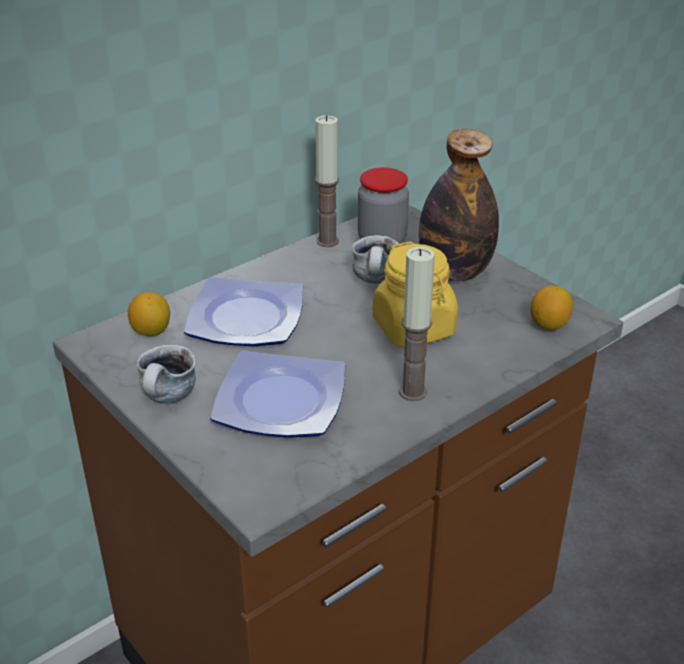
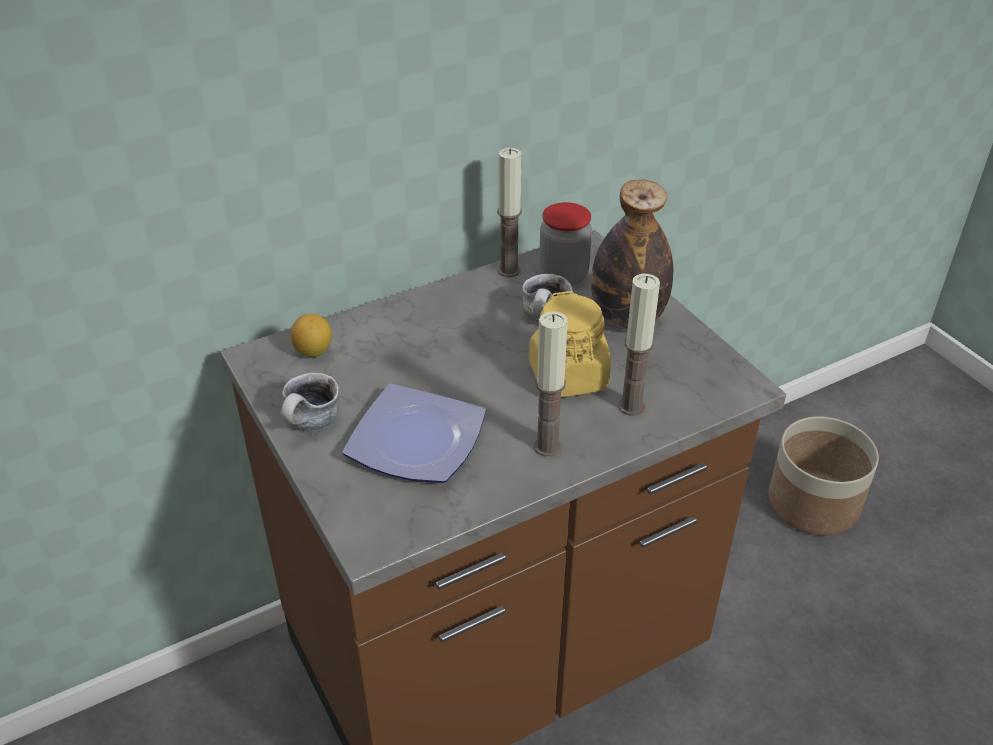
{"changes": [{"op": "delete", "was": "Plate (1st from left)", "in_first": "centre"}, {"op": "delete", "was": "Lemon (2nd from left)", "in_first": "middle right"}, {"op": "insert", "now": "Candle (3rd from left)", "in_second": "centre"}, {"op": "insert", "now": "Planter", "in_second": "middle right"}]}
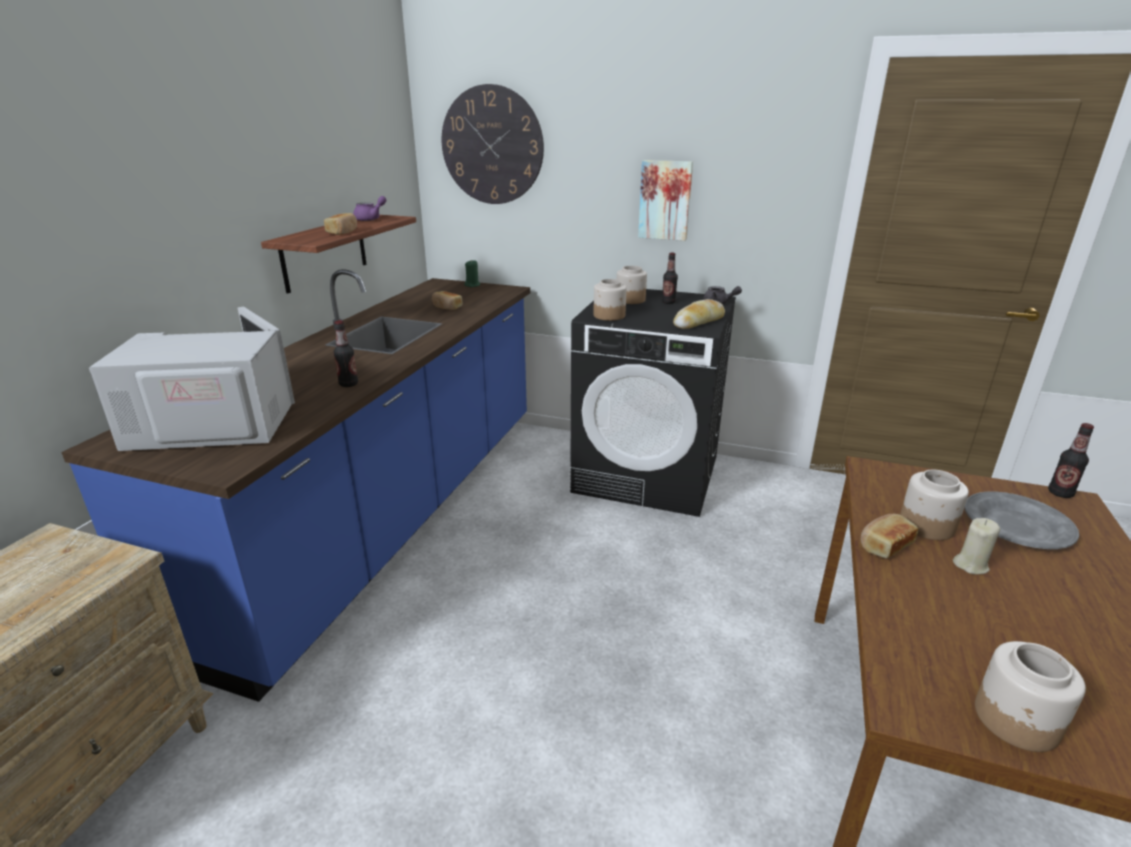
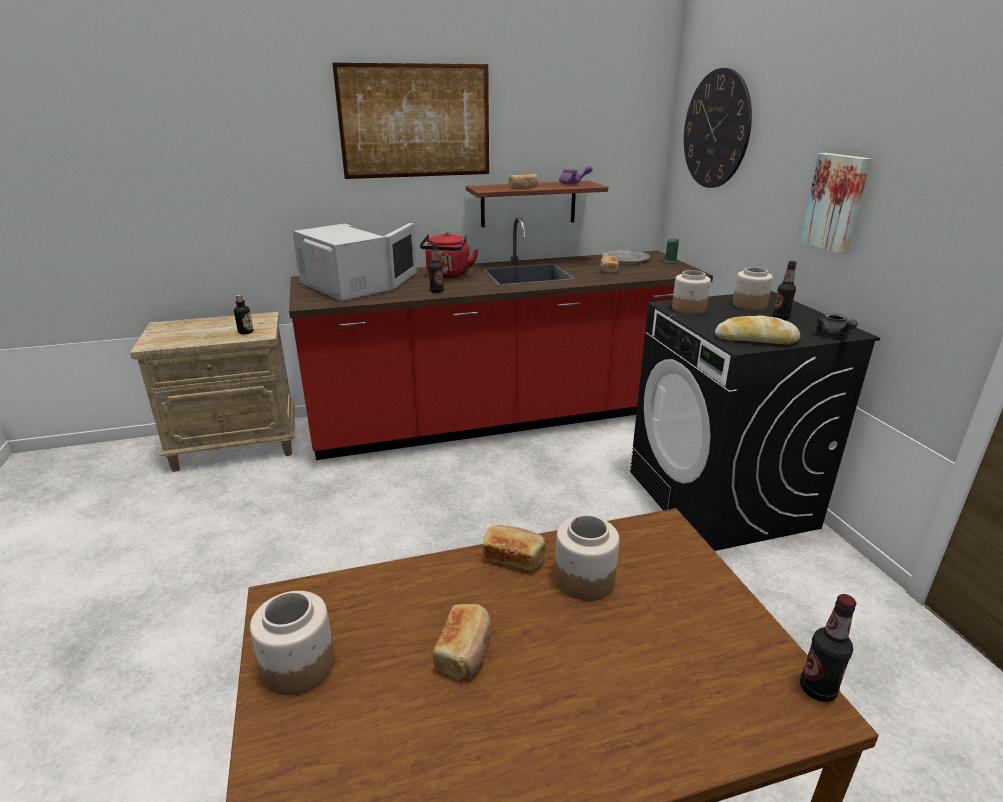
{"changes": [{"op": "delete", "was": "BeigeCandle", "in_first": "middle right"}, {"op": "insert", "now": "Bottle (1st from left)", "in_second": "middle left"}, {"op": "insert", "now": "Picture (1st from left)", "in_second": "top centre"}, {"op": "insert", "now": "RedKettle", "in_second": "top centre"}, {"op": "insert", "now": "Bread (1st from left)", "in_second": "bottom centre"}, {"op": "move", "was": "GreyPlate", "in_first": "middle right", "in_second": "top centre"}, {"op": "recolor", "was": "BlueCounter", "now": "RedCounter", "in_first": "middle left", "in_second": "centre"}]}
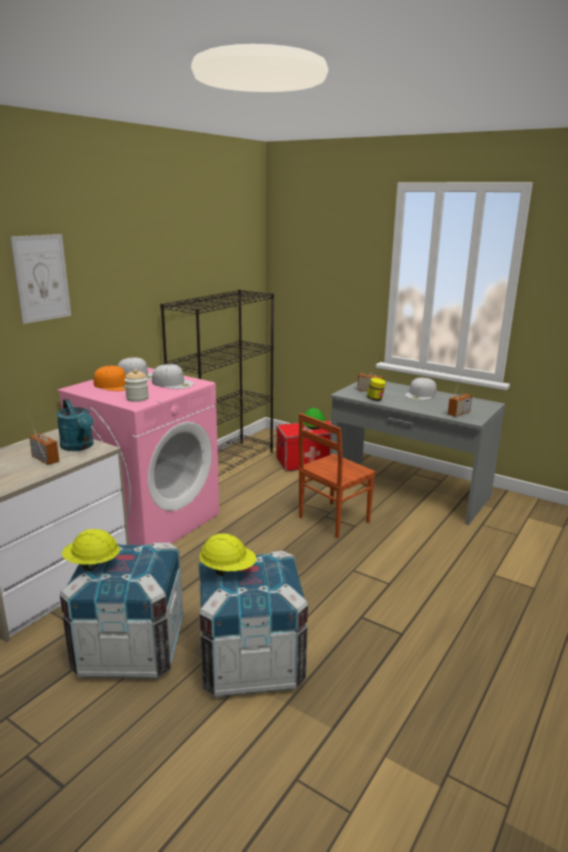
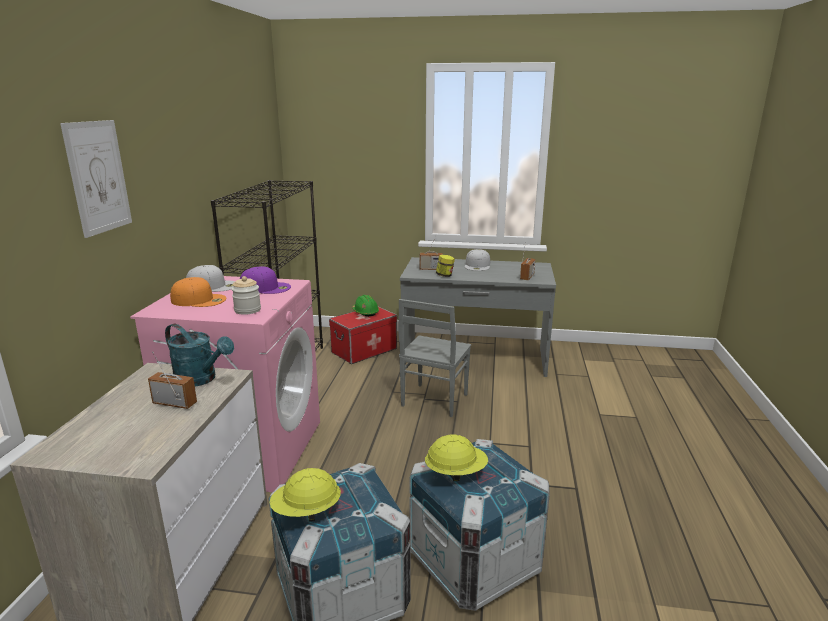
{"changes": [{"op": "recolor", "was": "WhiteCap (2nd from left)", "now": "PurpleCap", "in_first": "middle left", "in_second": "middle left"}, {"op": "recolor", "was": "BrownChair", "now": "GreyChair", "in_first": "centre", "in_second": "centre"}]}
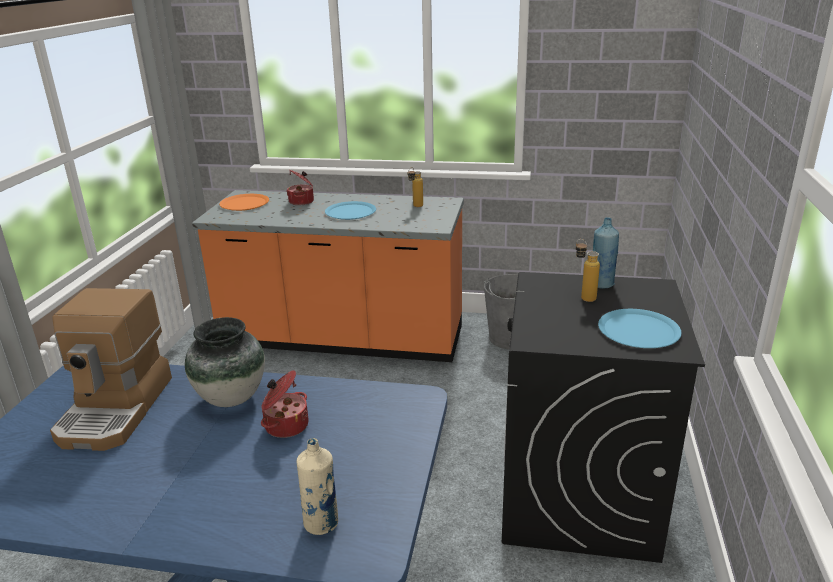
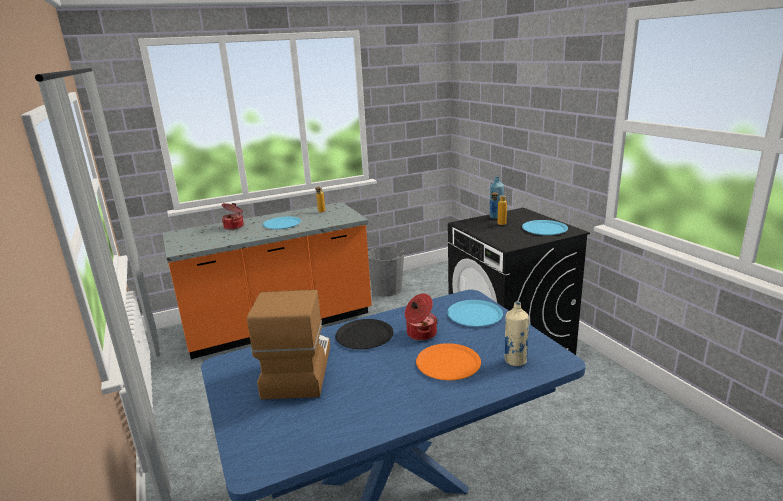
{"changes": [{"op": "insert", "now": "BluePlate (2nd from left)", "in_second": "centre"}, {"op": "move", "was": "OrangePlate", "in_first": "middle left", "in_second": "bottom centre"}, {"op": "replace", "was": "Vase", "now": "BlackPlate", "in_first": "middle left", "in_second": "bottom centre"}, {"op": "rotate", "was": "CoffeeMachine", "in_first": "middle left", "in_second": "bottom centre", "clockwise": -150}]}
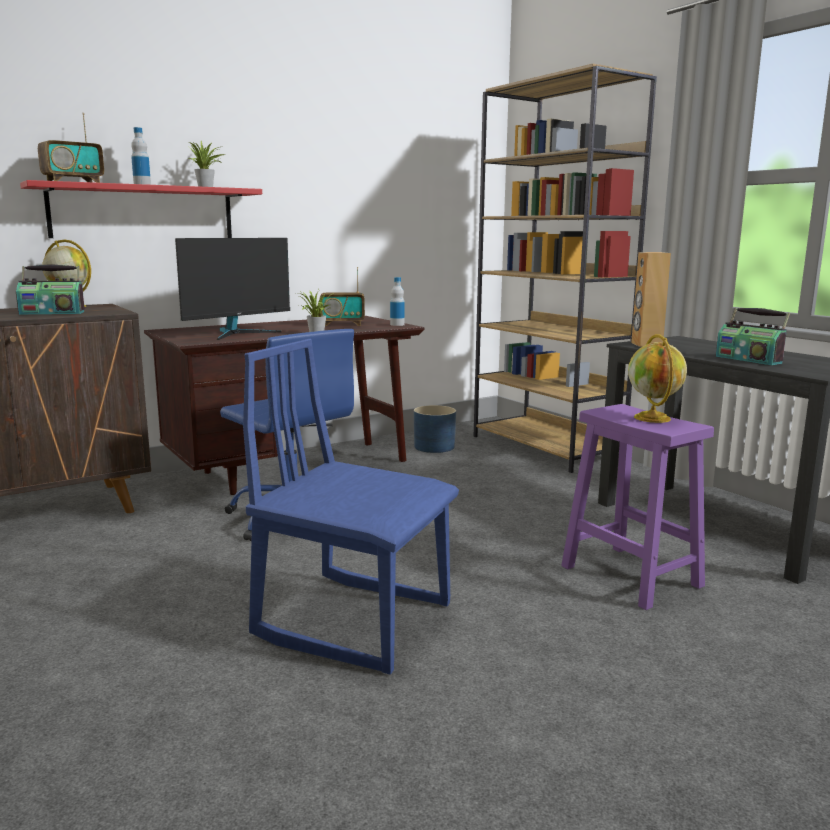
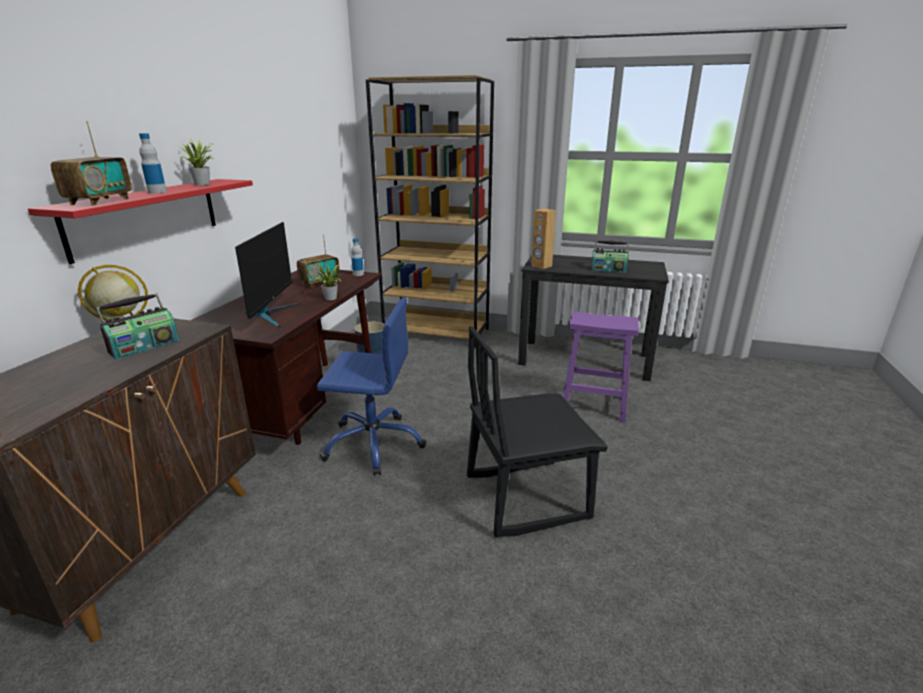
{"changes": [{"op": "delete", "was": "Globe (2nd from left)", "in_first": "middle right"}, {"op": "recolor", "was": "BlueChair", "now": "BlackChair", "in_first": "centre", "in_second": "centre"}]}
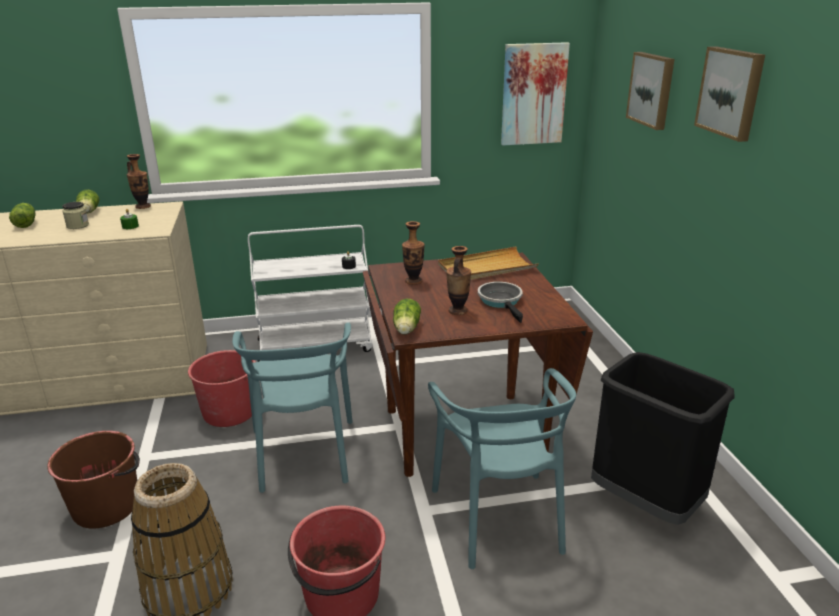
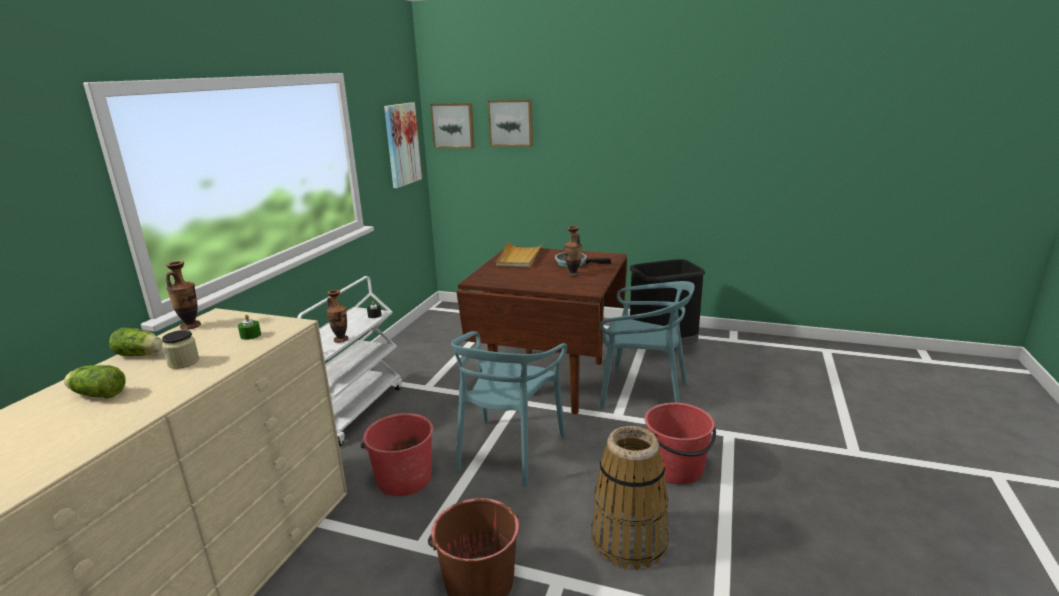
{"changes": [{"op": "delete", "was": "Lettuce (3rd from left)", "in_first": "centre"}, {"op": "move", "was": "Vase (2nd from left)", "in_first": "centre", "in_second": "middle left"}, {"op": "move", "was": "Picture (3rd from left in the first image)", "now": "Picture (2nd from left)", "in_first": "top right", "in_second": "top centre"}, {"op": "rotate", "was": "TurquoiseChair (1st from left)", "in_first": "centre", "in_second": "bottom centre", "clockwise": 90}]}
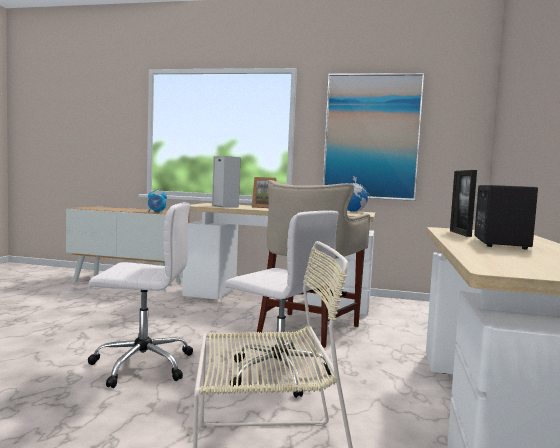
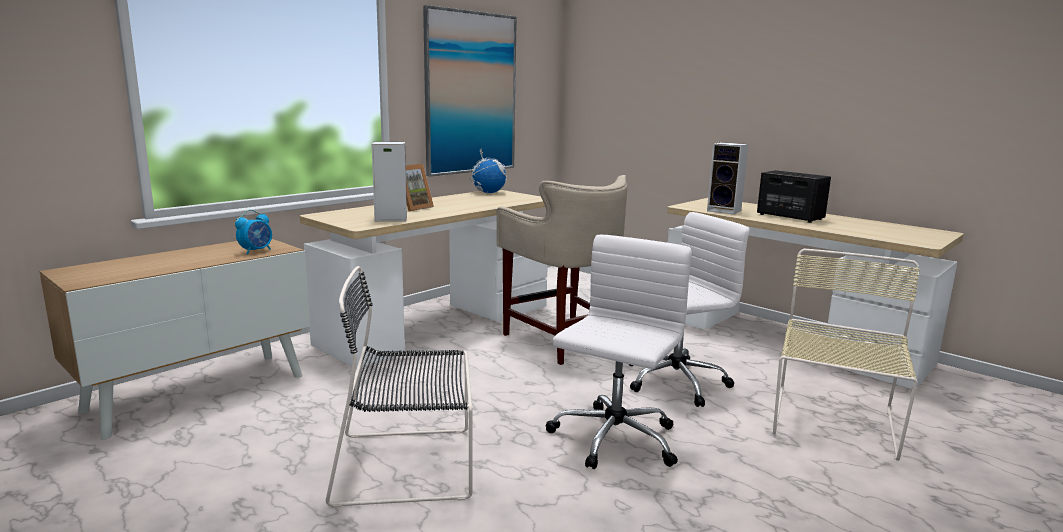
{"changes": [{"op": "insert", "now": "BlackChair", "in_second": "bottom centre"}, {"op": "replace", "was": "PictureFrame (2nd from left)", "now": "Speaker (2nd from left)", "in_first": "middle right", "in_second": "middle right"}]}
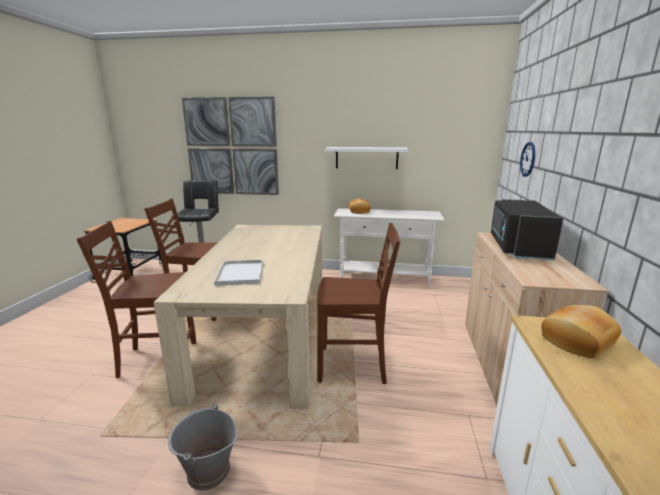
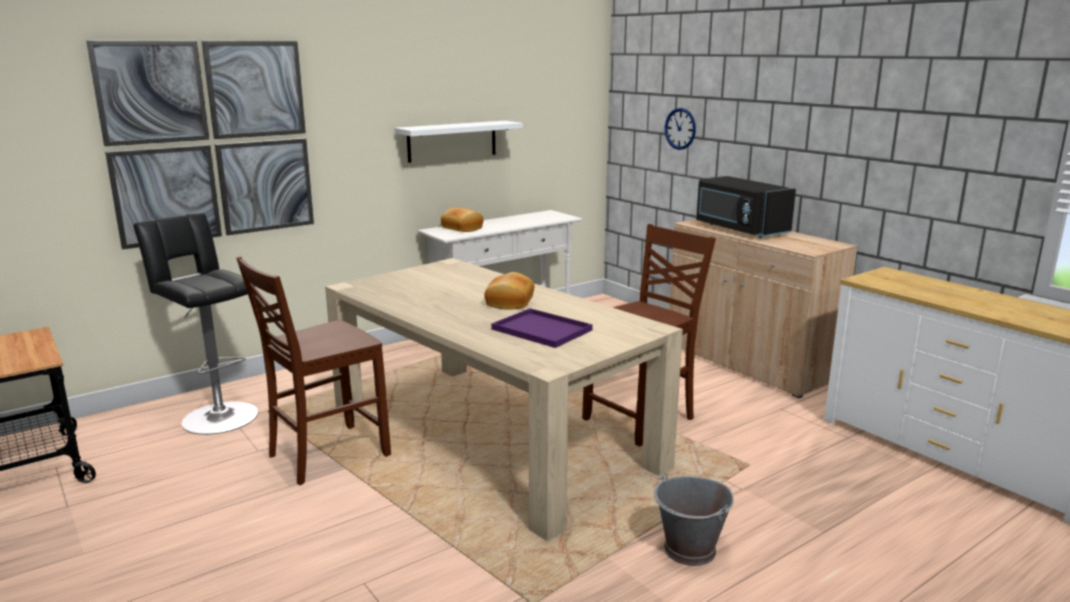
{"changes": [{"op": "delete", "was": "BrownChair (1st from left)", "in_first": "middle left"}, {"op": "move", "was": "Bread (2nd from left)", "in_first": "bottom right", "in_second": "centre"}, {"op": "recolor", "was": "WhiteTray", "now": "PurpleTray", "in_first": "centre", "in_second": "centre"}]}
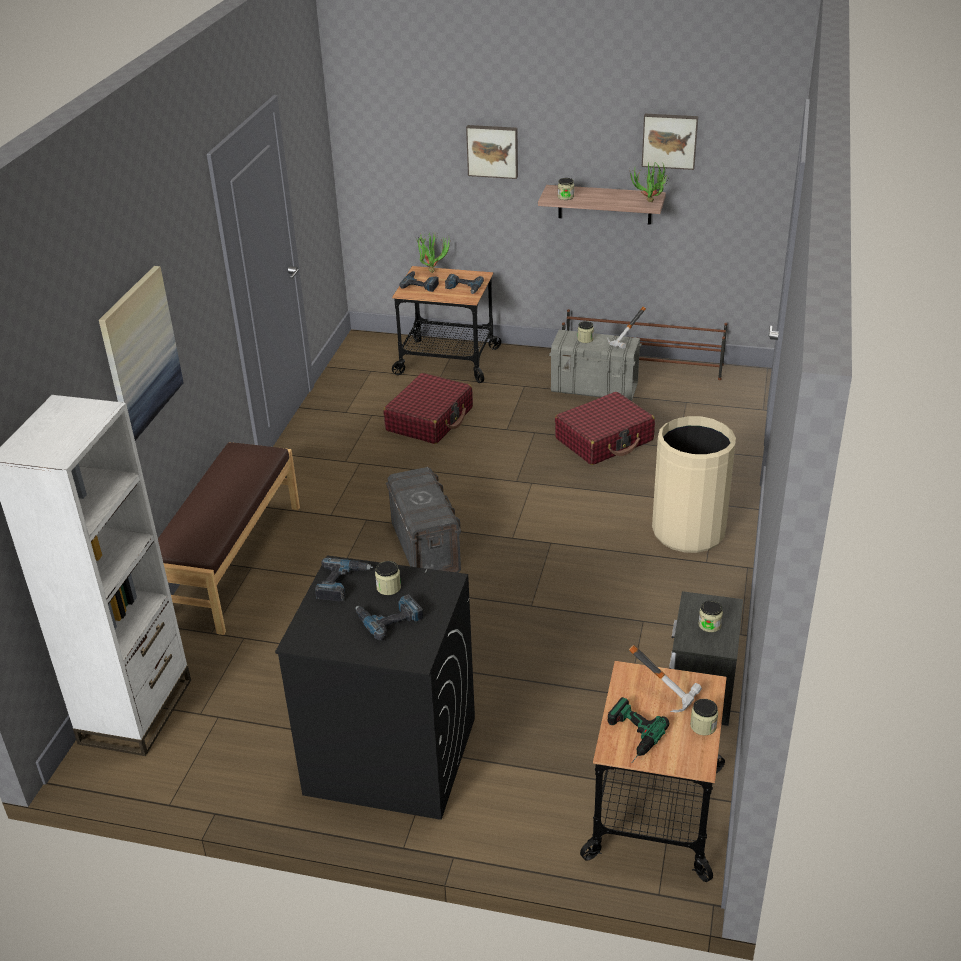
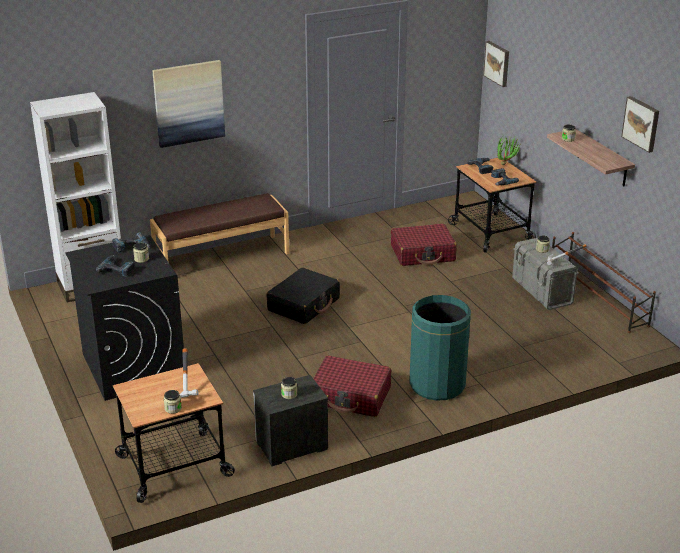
{"changes": [{"op": "delete", "was": "PowerDrill (5th from left)", "in_first": "bottom centre"}, {"op": "delete", "was": "PottedPlant (2nd from left)", "in_first": "top right"}, {"op": "move", "was": "Picture (2nd from left)", "in_first": "top centre", "in_second": "top right"}, {"op": "move", "was": "RedSuitcase (2nd from left in the first image)", "now": "RedSuitcase (1st from left)", "in_first": "centre", "in_second": "bottom centre"}, {"op": "replace", "was": "GreyStorageBox (1st from left)", "now": "BlackSuitcase", "in_first": "centre", "in_second": "centre"}, {"op": "recolor", "was": "BeigeTrashCan", "now": "GreenTrashCan", "in_first": "middle right", "in_second": "centre"}]}
